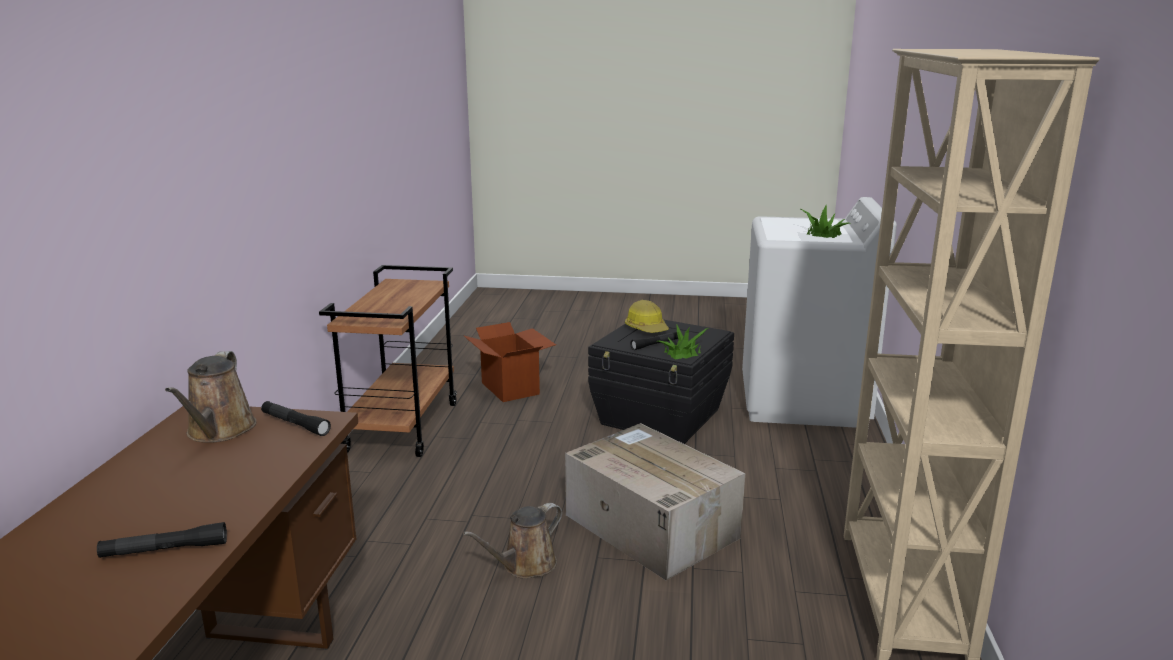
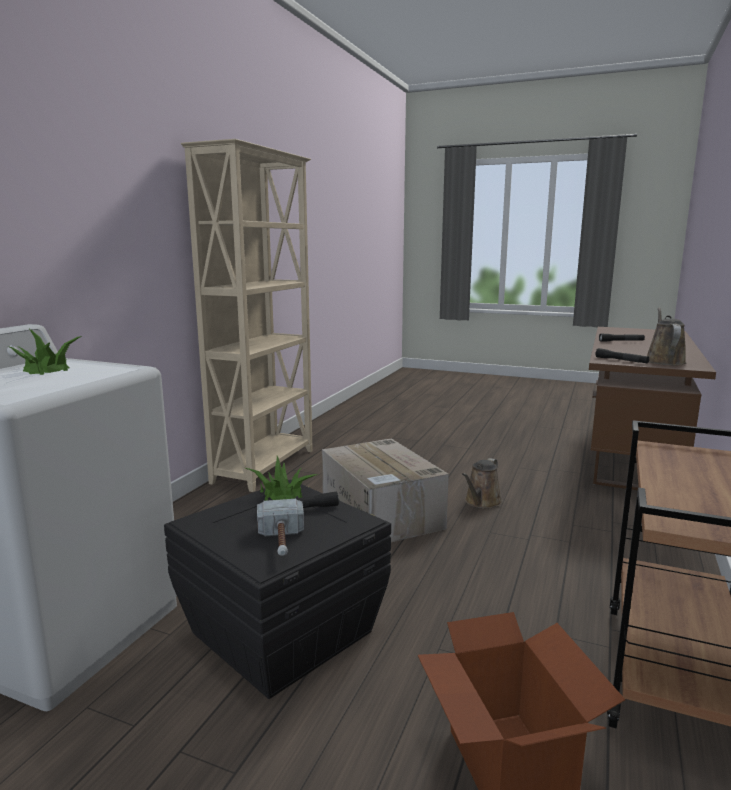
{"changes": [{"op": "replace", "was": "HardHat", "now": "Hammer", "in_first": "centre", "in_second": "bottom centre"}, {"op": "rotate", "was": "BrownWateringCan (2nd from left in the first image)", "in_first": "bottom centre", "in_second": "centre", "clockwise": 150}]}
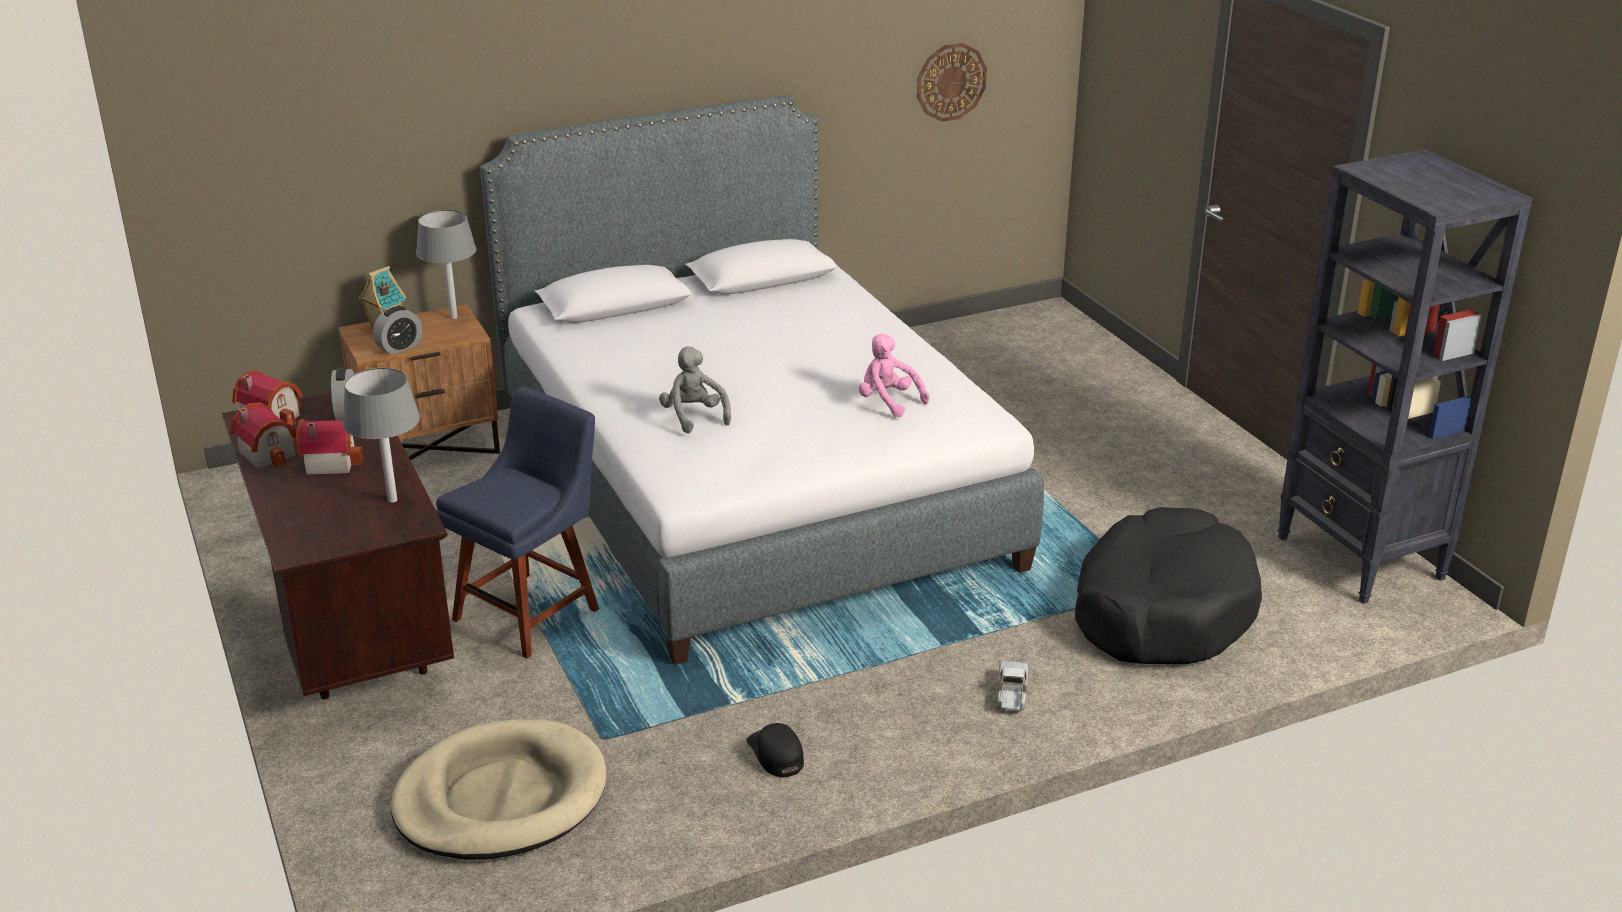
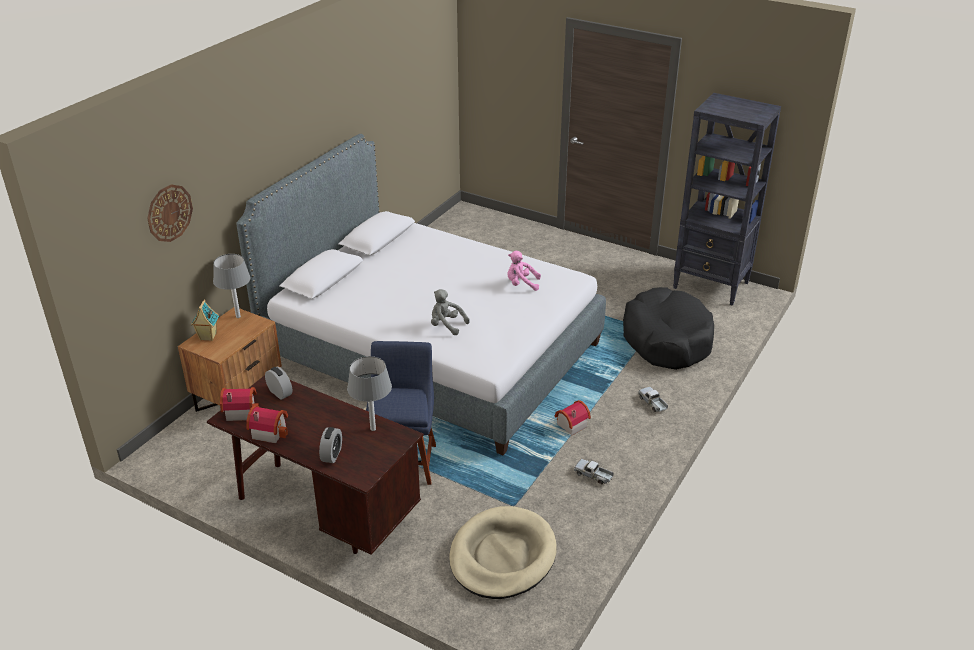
{"changes": [{"op": "move", "was": "ToyHouse (3rd from left in the first image)", "now": "ToyHouse (4th from left)", "in_first": "middle left", "in_second": "centre"}, {"op": "move", "was": "AlarmClock (2nd from left)", "in_first": "middle left", "in_second": "bottom centre"}, {"op": "move", "was": "WallClock", "in_first": "top centre", "in_second": "top left"}, {"op": "replace", "was": "BlackCap", "now": "ToyTruck (1st from left)", "in_first": "bottom centre", "in_second": "bottom centre"}]}
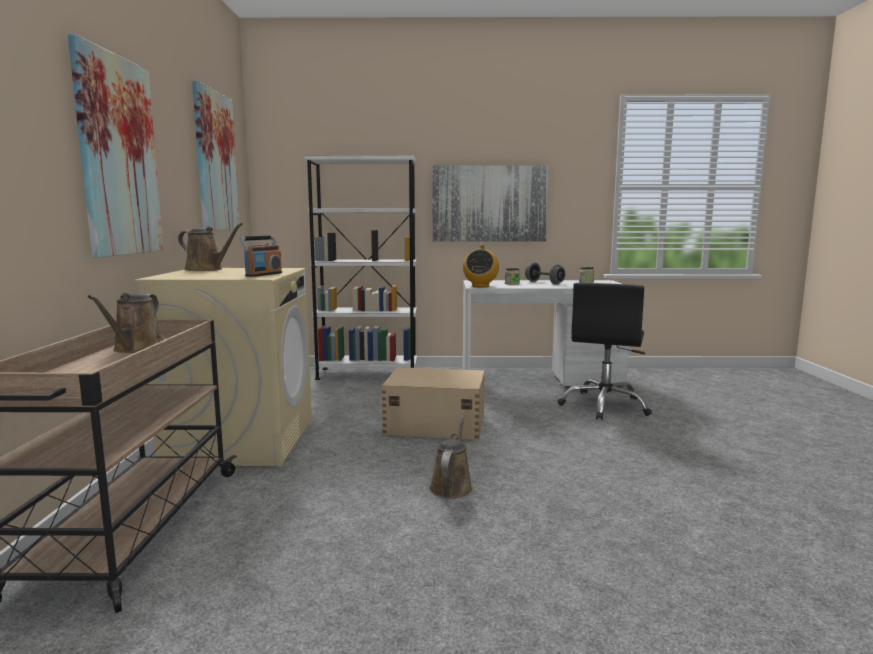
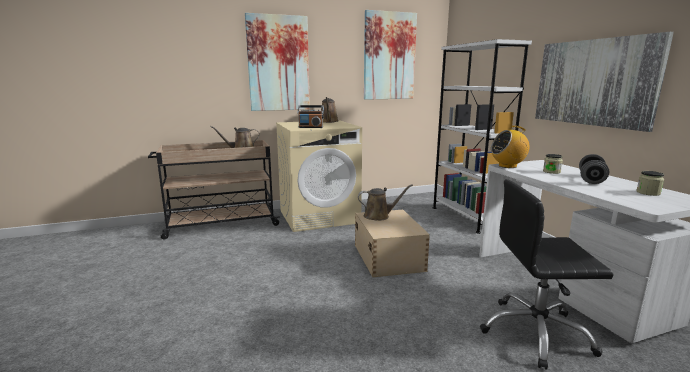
{"changes": [{"op": "move", "was": "BrownWateringCan (3rd from left)", "in_first": "bottom centre", "in_second": "centre"}]}
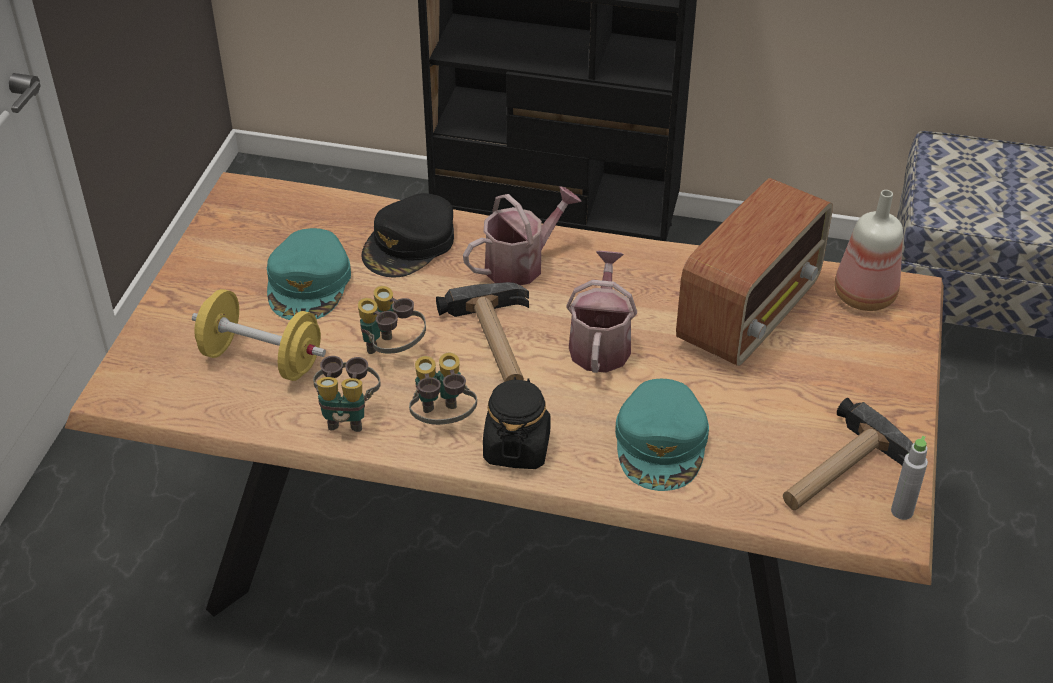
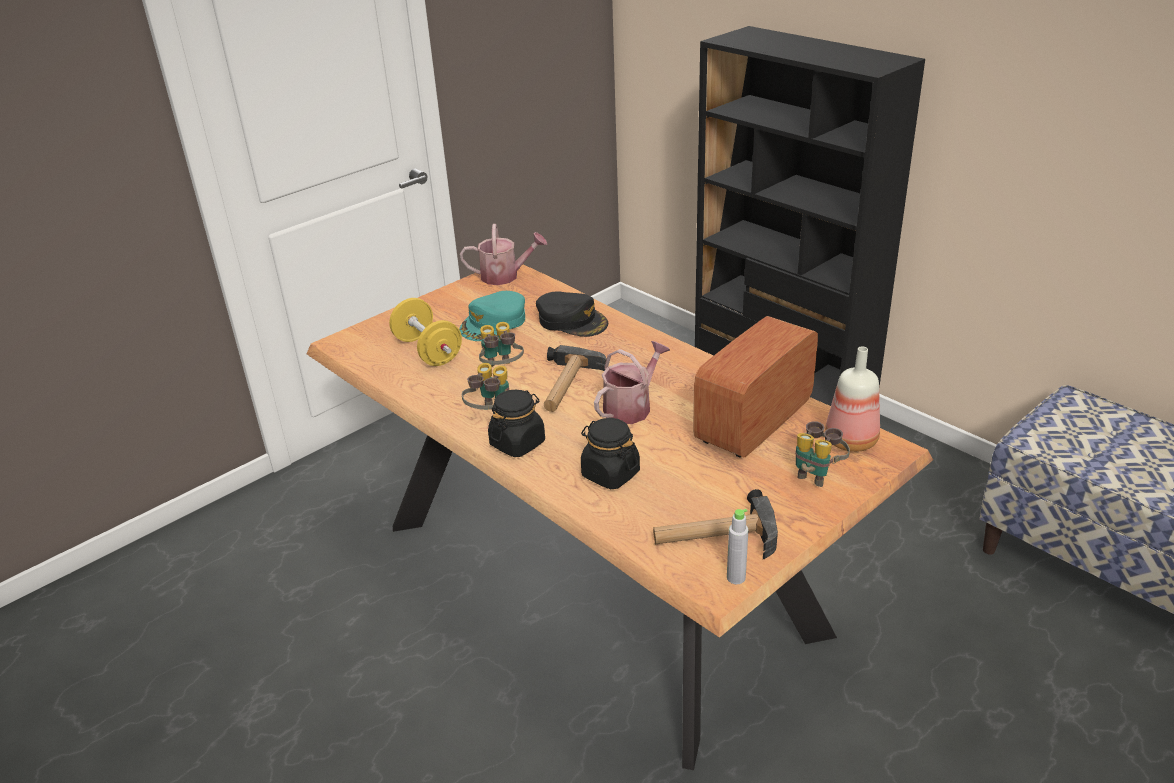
{"changes": [{"op": "move", "was": "Binoculars (1st from left in the first image)", "now": "Binoculars (3rd from left)", "in_first": "middle left", "in_second": "middle right"}, {"op": "move", "was": "WateringCan (1st from left)", "in_first": "centre", "in_second": "top centre"}, {"op": "replace", "was": "TurquoiseCap (2nd from left)", "now": "BlackJar (2nd from left)", "in_first": "centre", "in_second": "centre"}, {"op": "rotate", "was": "BlackCap", "in_first": "centre", "in_second": "centre", "clockwise": -120}, {"op": "rotate", "was": "Radio", "in_first": "middle right", "in_second": "centre", "clockwise": 150}]}
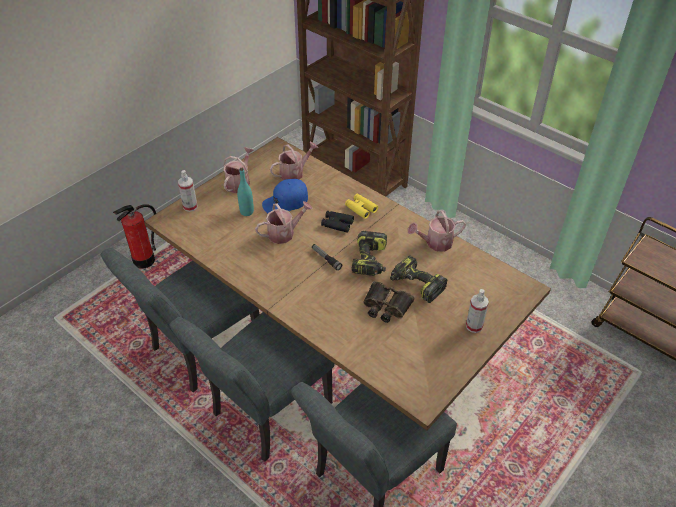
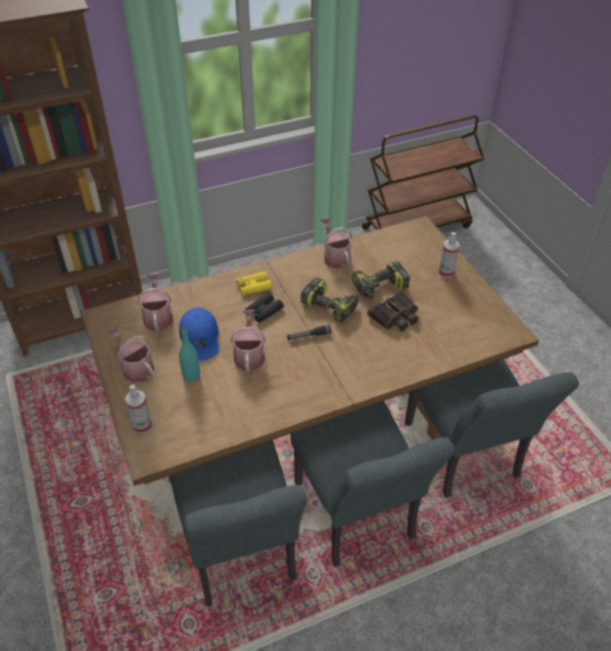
{"changes": [{"op": "delete", "was": "FireExtinguisher", "in_first": "middle left"}, {"op": "rotate", "was": "WateringCan (4th from left)", "in_first": "centre", "in_second": "centre", "clockwise": 150}]}
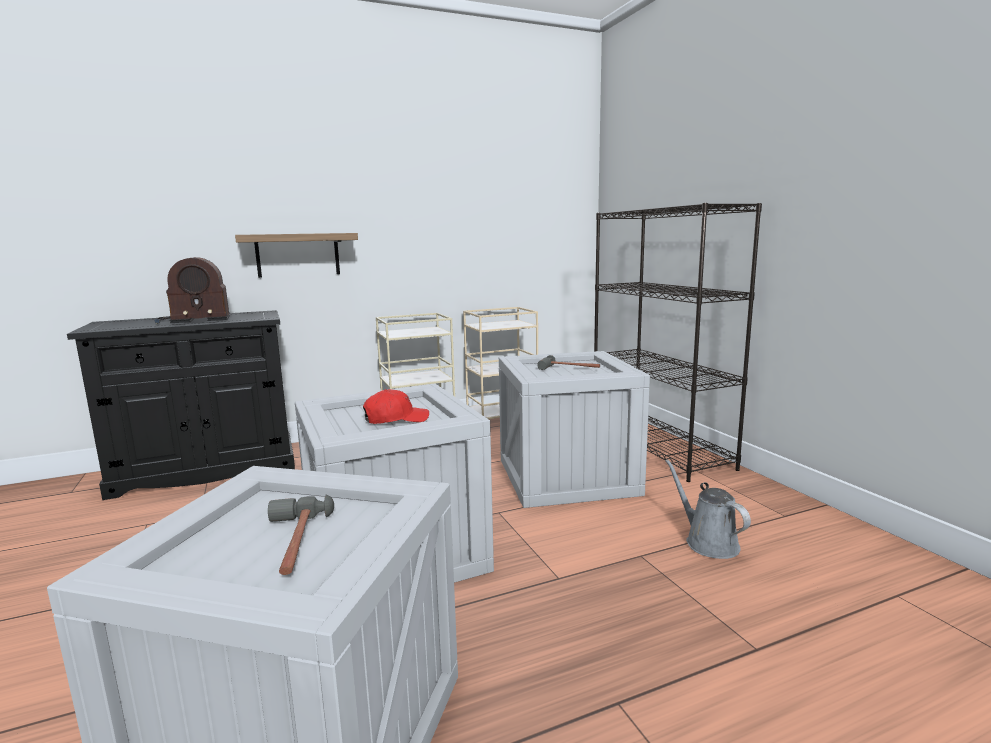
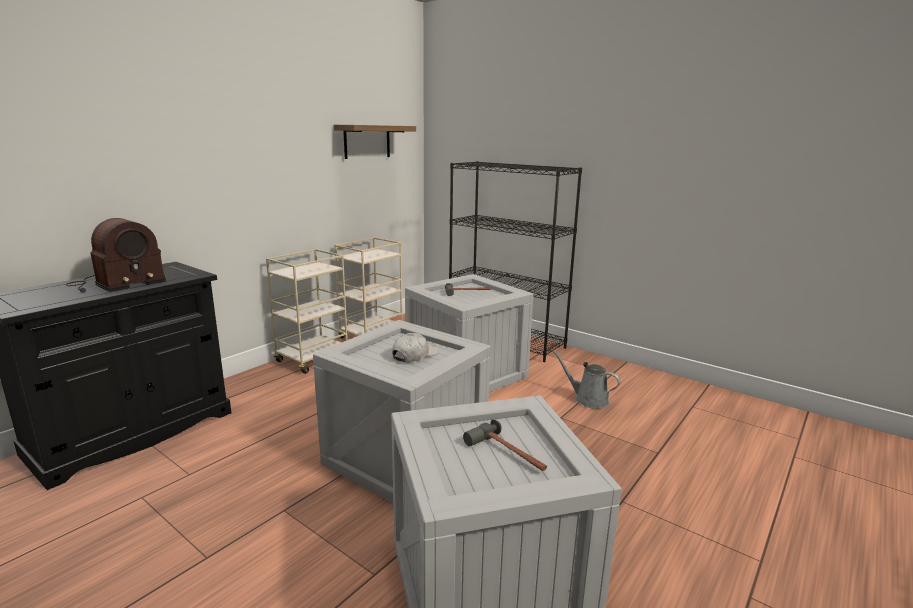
{"changes": [{"op": "move", "was": "Shelf", "in_first": "middle left", "in_second": "top centre"}, {"op": "recolor", "was": "RedCap", "now": "WhiteCap", "in_first": "centre", "in_second": "centre"}]}
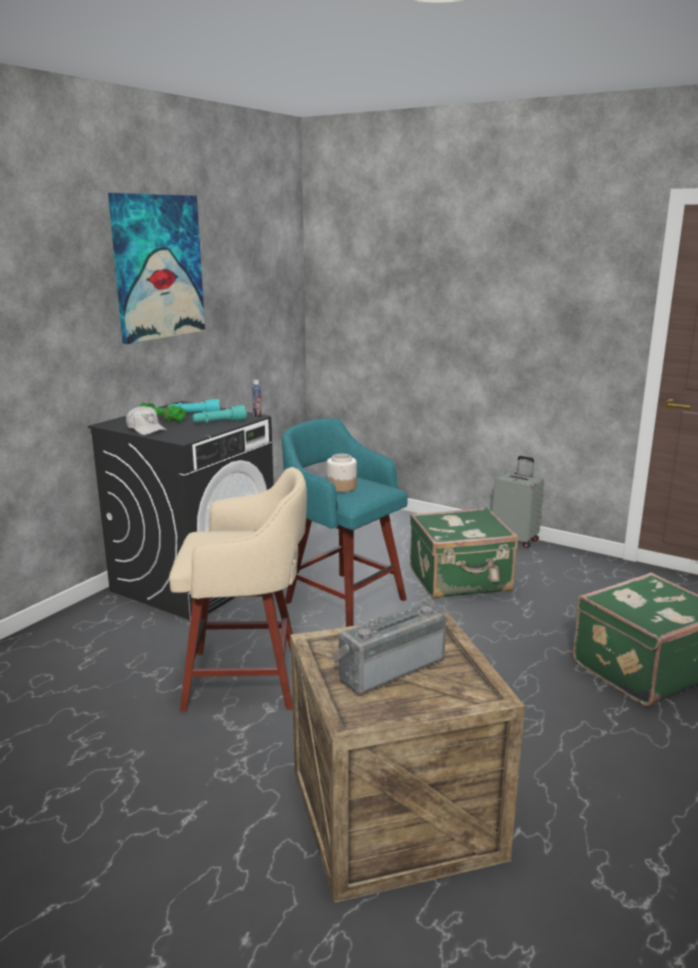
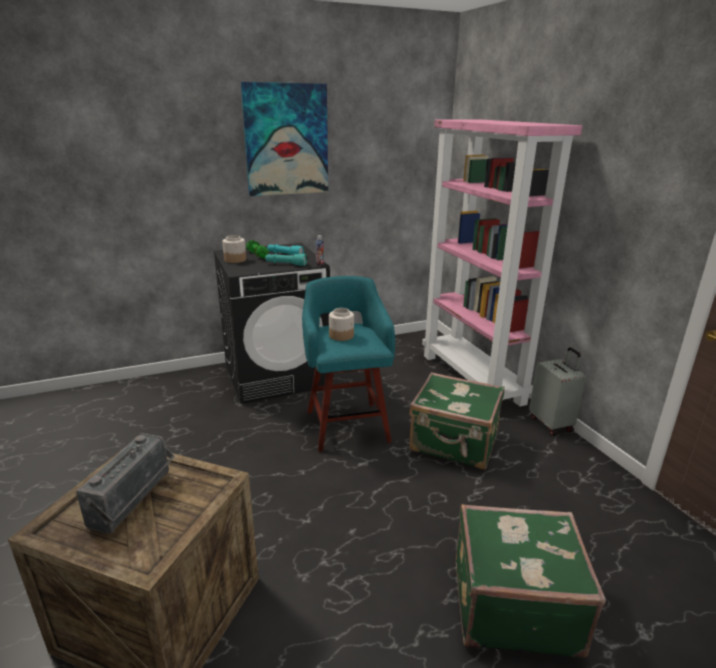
{"changes": [{"op": "delete", "was": "BeigeStool", "in_first": "centre"}, {"op": "insert", "now": "PinkBookcase", "in_second": "middle right"}, {"op": "replace", "was": "WhiteCap", "now": "Jar (1st from left)", "in_first": "middle left", "in_second": "middle left"}, {"op": "rotate", "was": "Radio", "in_first": "bottom centre", "in_second": "bottom left", "clockwise": 105}]}
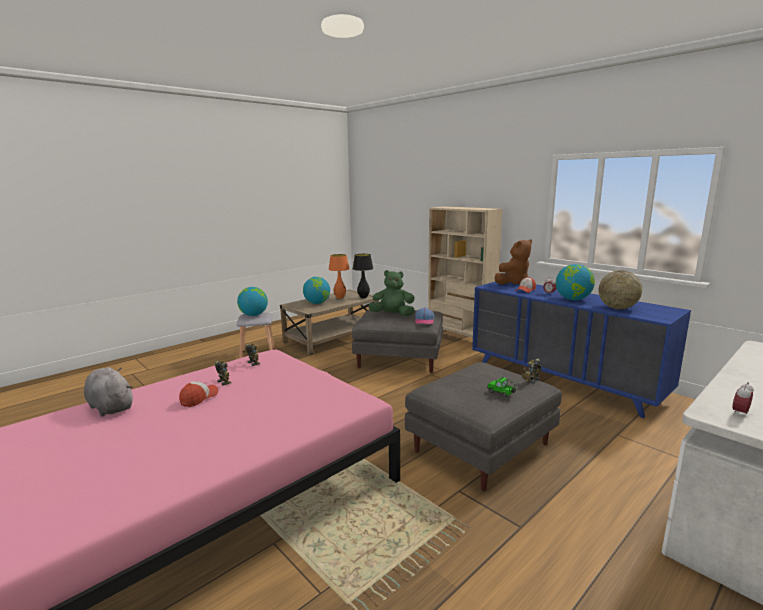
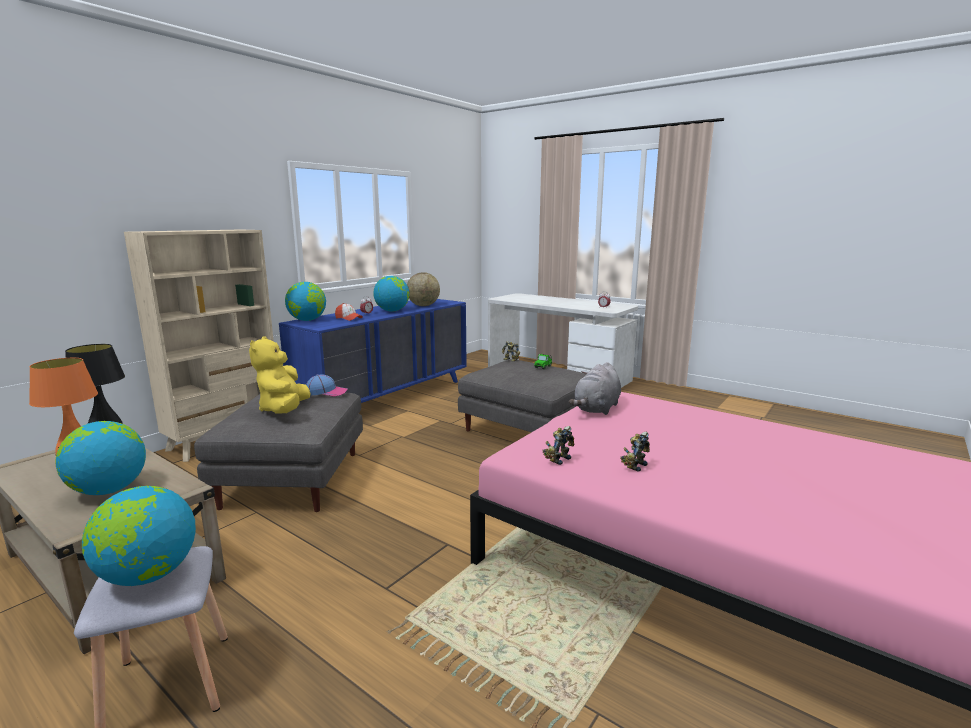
{"changes": [{"op": "delete", "was": "Cap (1st from left)", "in_first": "middle left"}, {"op": "move", "was": "GreyPlushToy", "in_first": "middle left", "in_second": "centre"}, {"op": "replace", "was": "BrownPlushToy", "now": "Globe (3rd from left)", "in_first": "middle right", "in_second": "middle left"}, {"op": "recolor", "was": "GreenPlushToy", "now": "YellowPlushToy", "in_first": "centre", "in_second": "middle left"}]}
